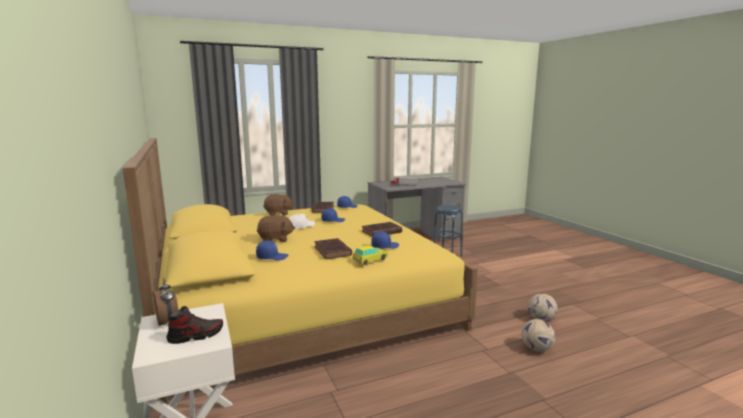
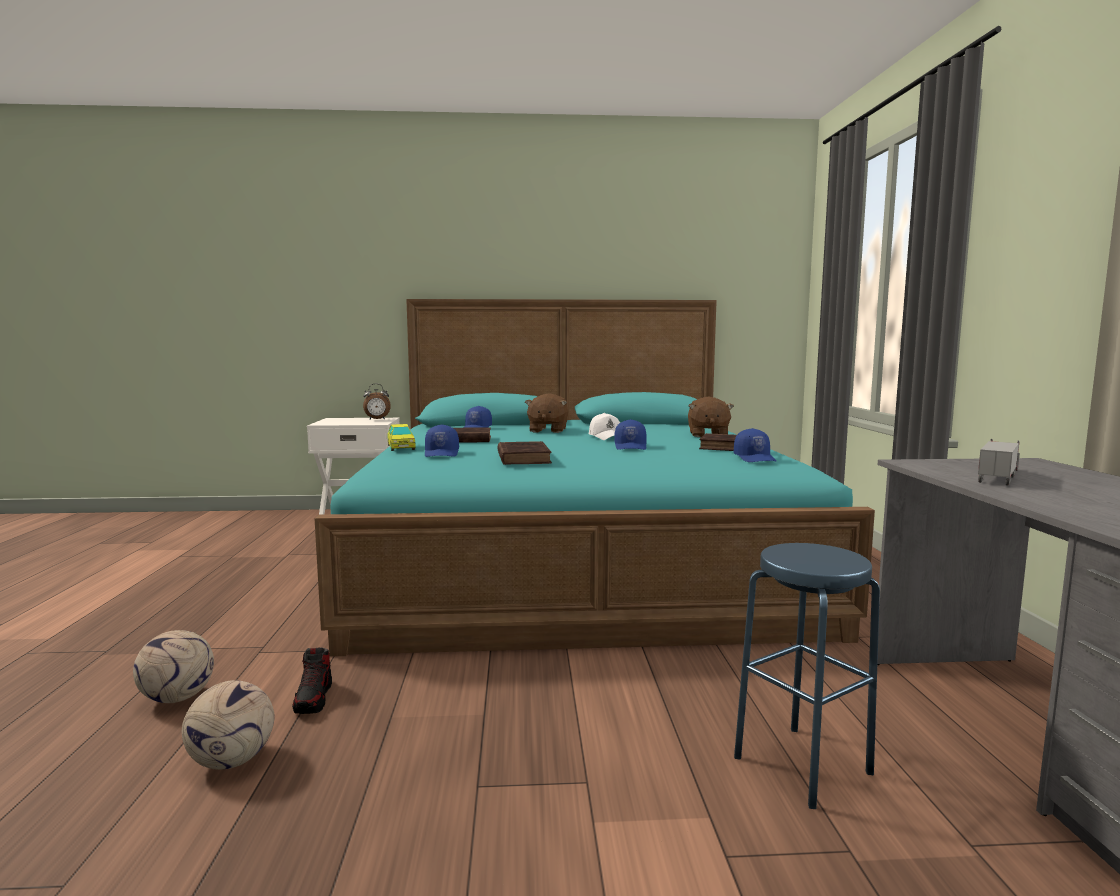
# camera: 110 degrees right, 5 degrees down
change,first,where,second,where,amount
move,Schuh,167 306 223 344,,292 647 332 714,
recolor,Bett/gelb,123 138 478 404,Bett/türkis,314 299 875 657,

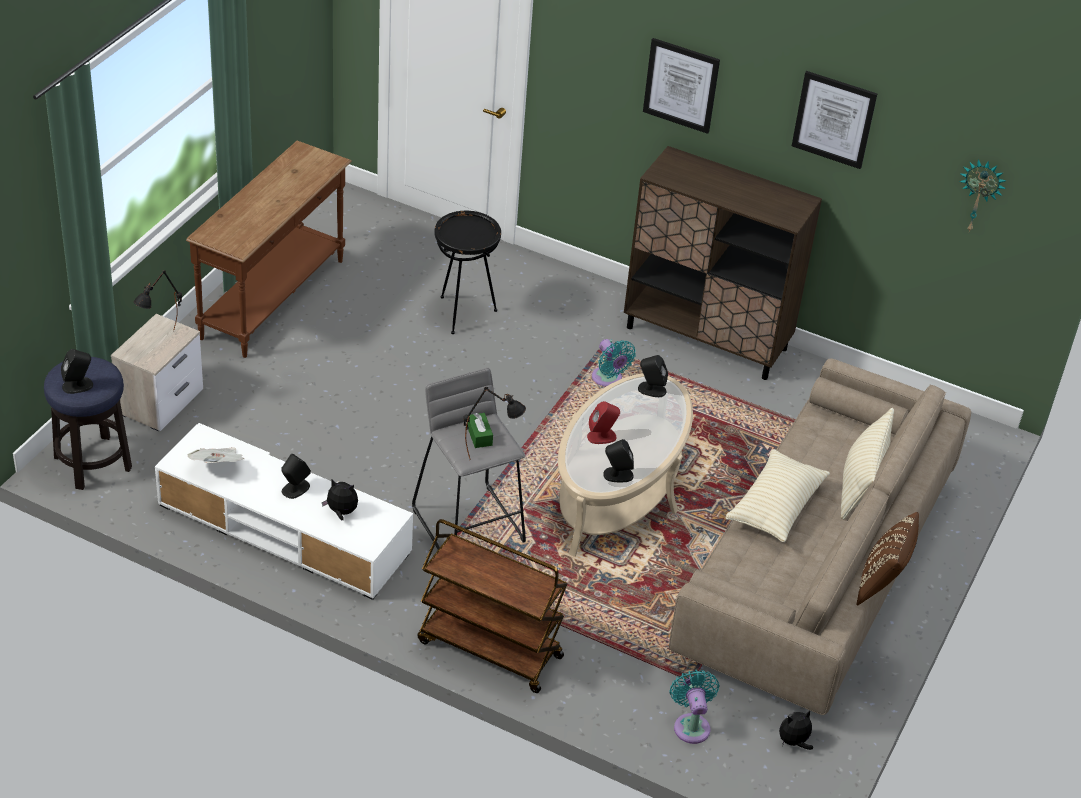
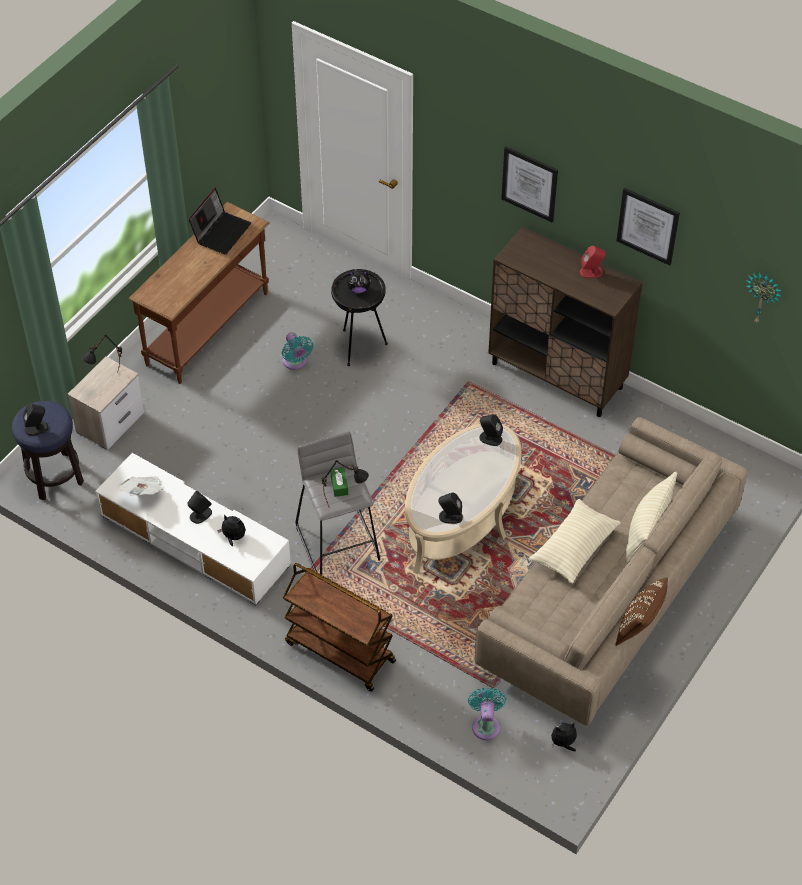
# camera: 10 degrees right, 10 degrees up
change,first,where,second,where,amount
insert,,,Laptop,189 188 251 255,
move,Ventilator/türkis,592 339 636 387,,282 332 313 370,
insert,,,Plüschtier,347 270 372 293,
move,Lautsprecher/rot,587 401 620 444,,580 246 606 278,

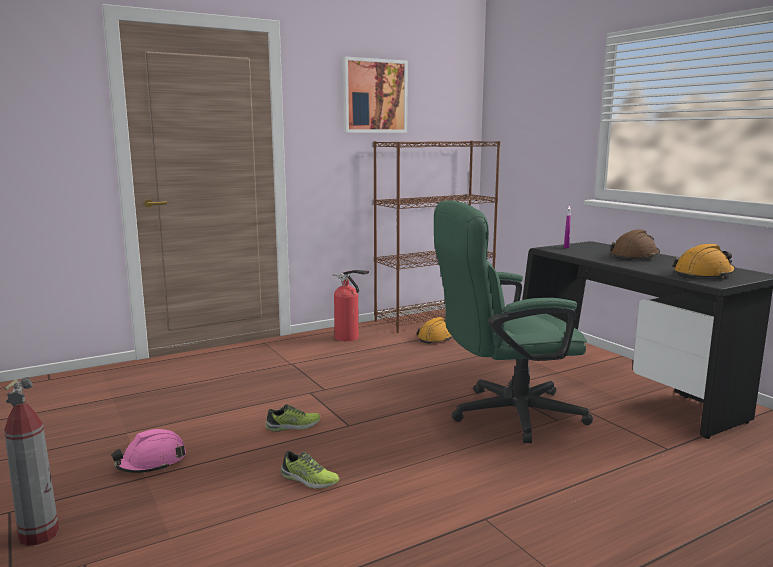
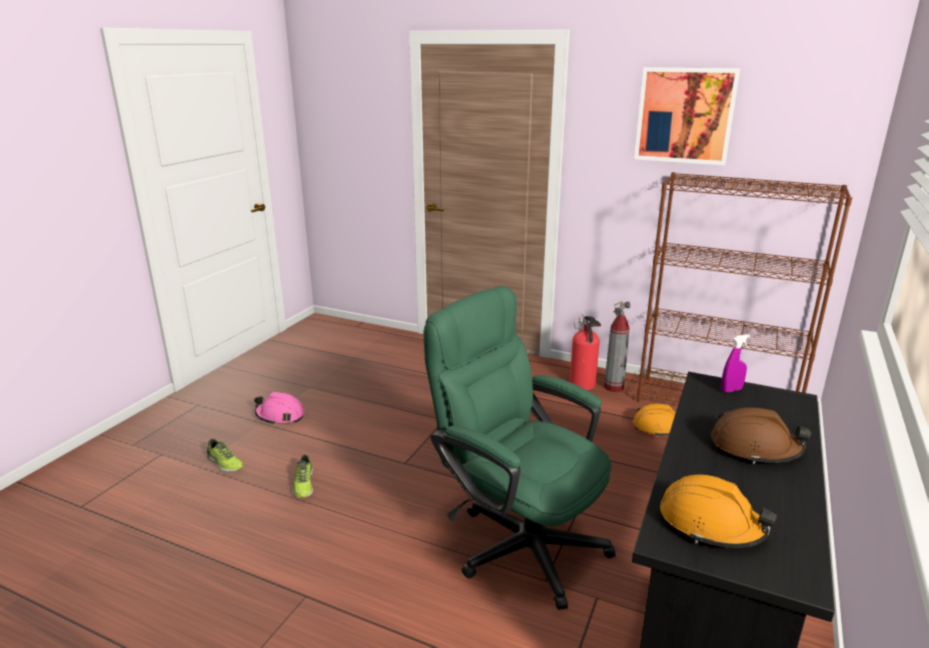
# camera: 55 degrees right, 10 degrees up
change,first,where,second,where,amount
move,Schuh,265 404 320 432,,207 439 244 472,
move,Feuerlöscher,4 377 59 546,,604 301 630 392,

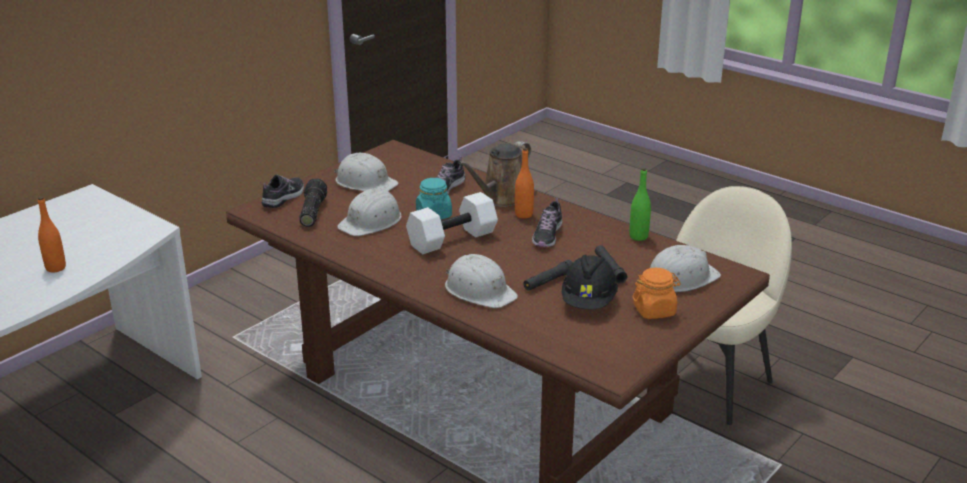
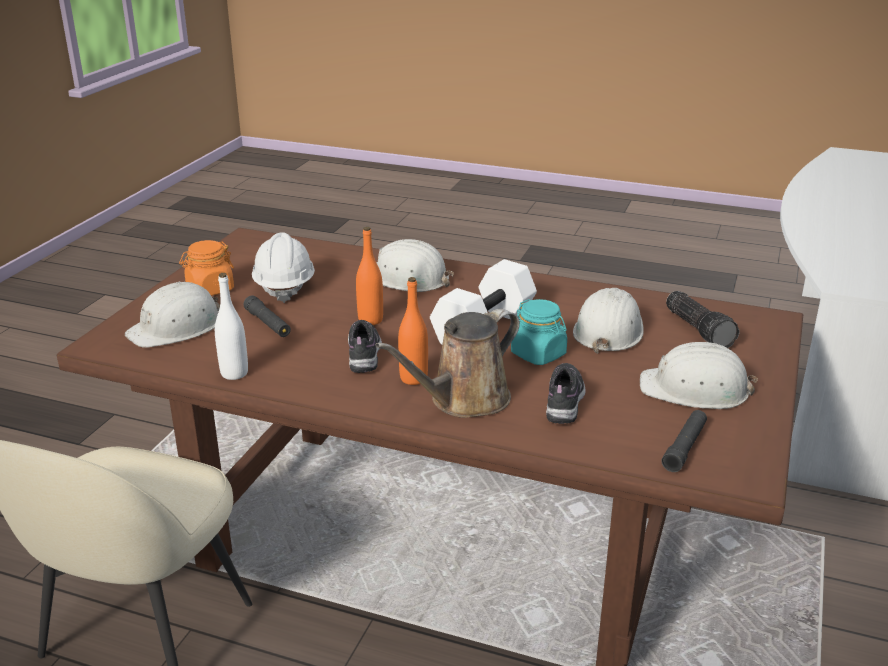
# camera: 160 degrees right, 0 degrees up
change,first,where,second,where,amount
recolor,Flasche/grün,629 168 651 241,Flasche/weiß,215 273 248 380,
recolor,Schutzhelm/schwarz,562 254 618 309,Schutzhelm/weiß,252 232 315 303,
move,Flasche/orange,38 197 66 273,,356 227 383 325,
rotate,Gießkanne/braun,458 141 531 207,,376 309 520 418,150 degrees counterclockwise
move,Taschenlampe/schwarz,523 260 573 291,,662 410 707 472,
delete,Schuh,262 174 304 208,,,

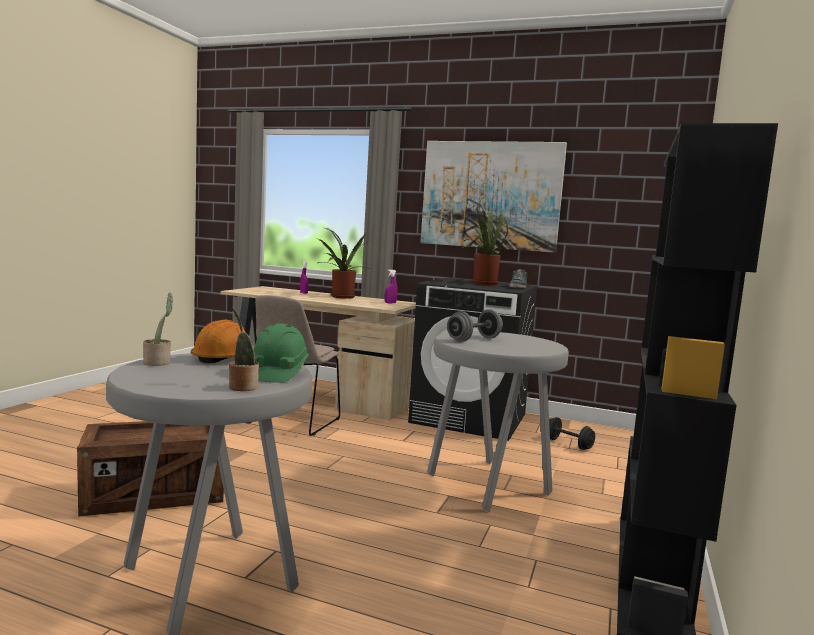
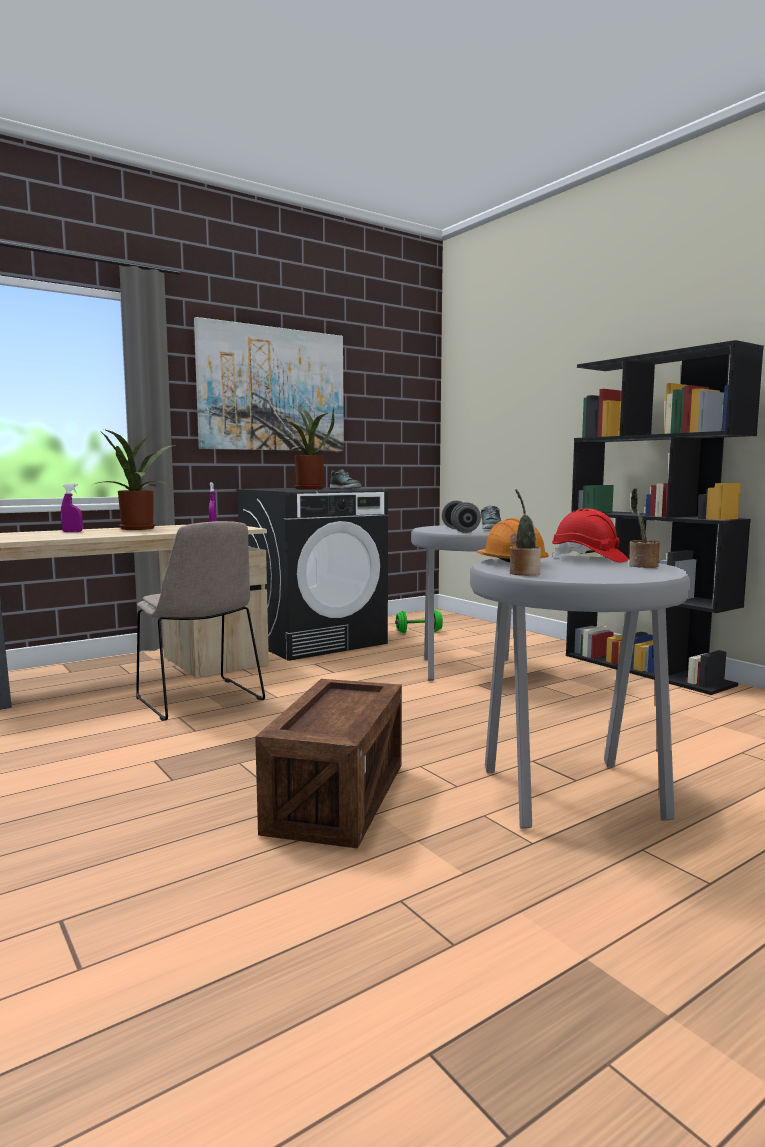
# camera: 55 degrees left, 0 degrees up
change,first,where,second,where,amount
recolor,Hantel/schwarz,549 417 595 450,Hantel/grün,395 610 443 633,
insert,,,Schuh,481 506 501 529,
recolor,Schutzhelm/grün,254 324 309 383,Schutzhelm/rot,552 508 628 562,

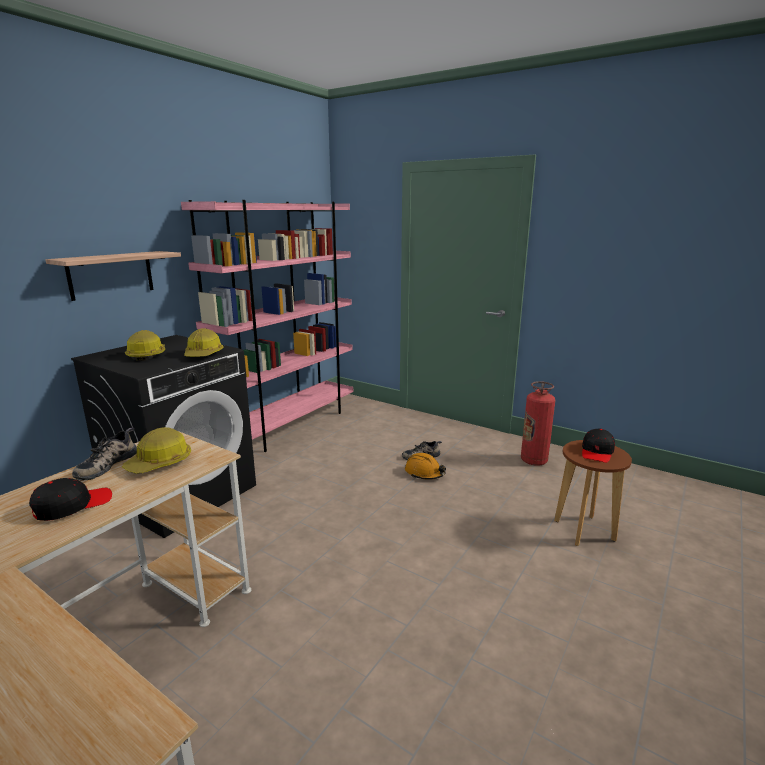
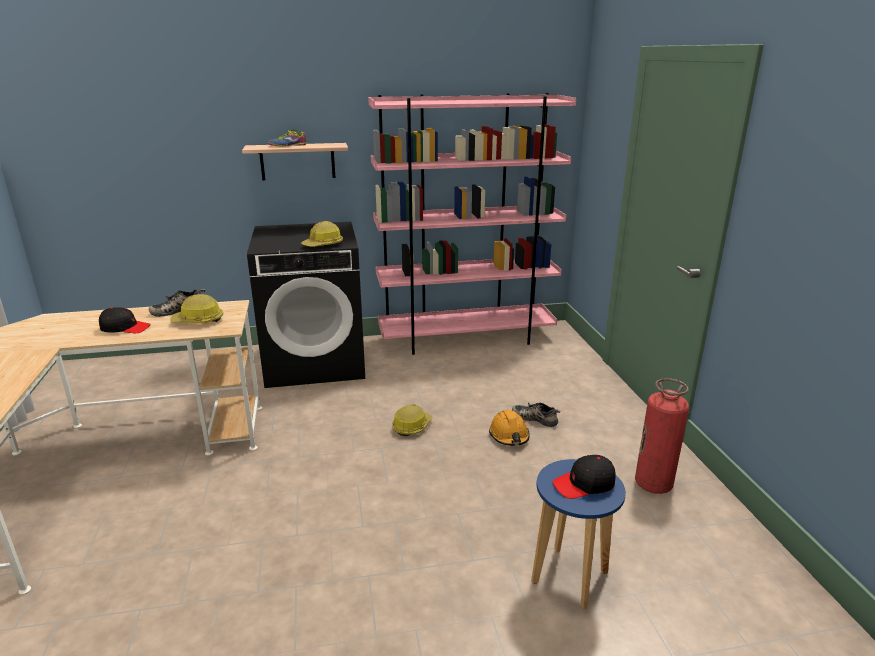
# camera: 45 degrees right, 5 degrees up
change,first,where,second,where,amount
insert,,,Schuh,268 129 306 147,
move,Schutzhelm,125 330 165 361,,392 404 433 436,
recolor,Hocker/braun,554 440 632 546,Hocker/blau,531 459 626 609,

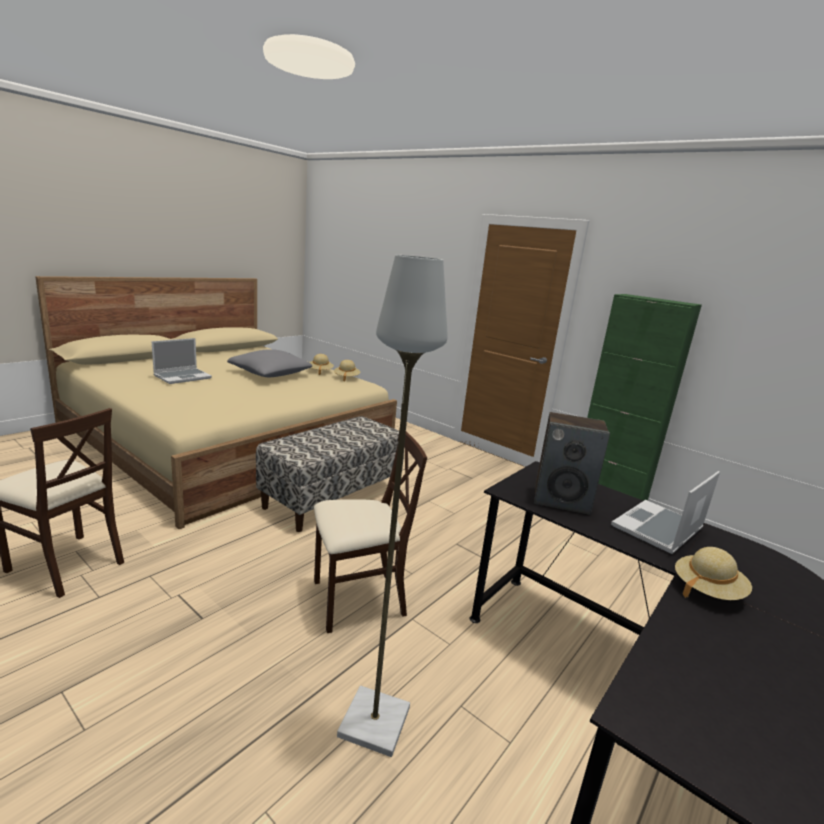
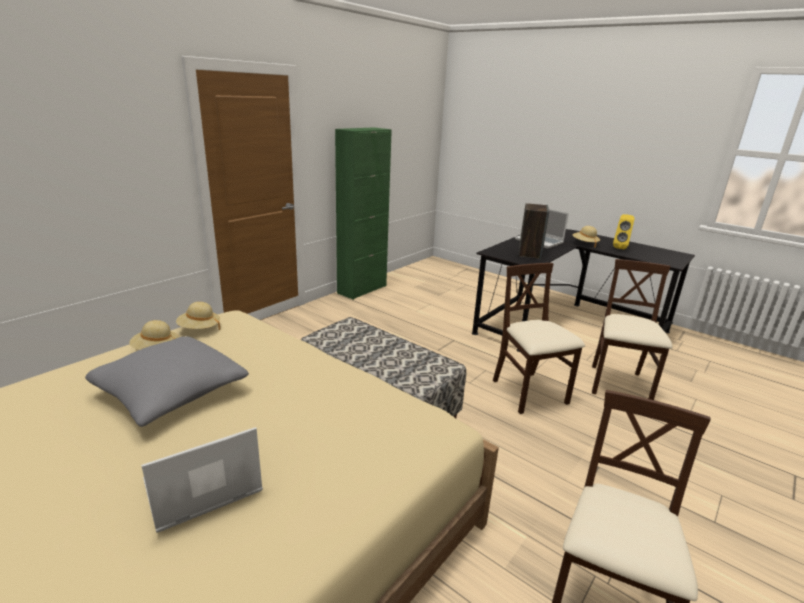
# camera: 90 degrees left, 5 degrees up
change,first,where,second,where,amount
rotate,Laptop,151 338 212 384,,141 427 263 533,75 degrees counterclockwise
replace,Stehlampe/grau,337 255 447 757,Stuhl/beige,592 259 672 400,
insert,,,Lautsprecher/gelb,613 214 634 249,

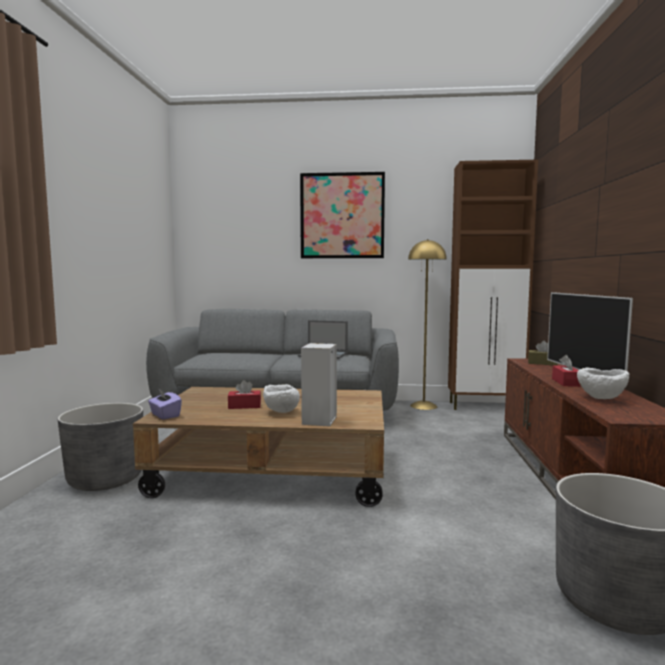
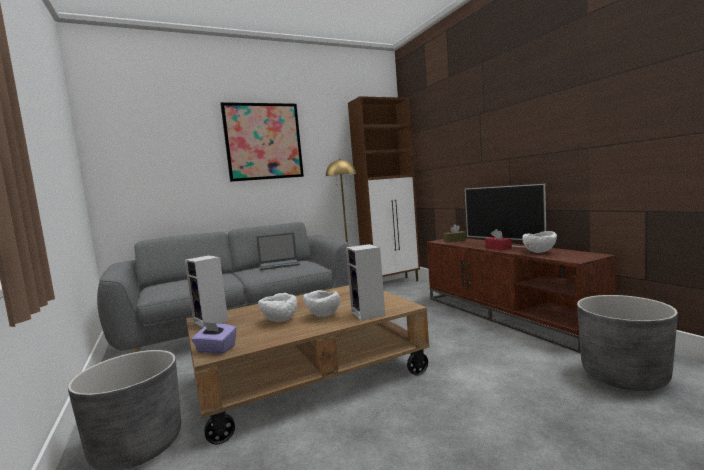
# camera: 30 degrees left, 0 degrees up
change,first,where,second,where,amount
insert,,,Lautsprecher,185 255 228 328,
replace,Taschentuchbox/rot,228 380 261 409,Schüssel/weiß,258 293 297 322,

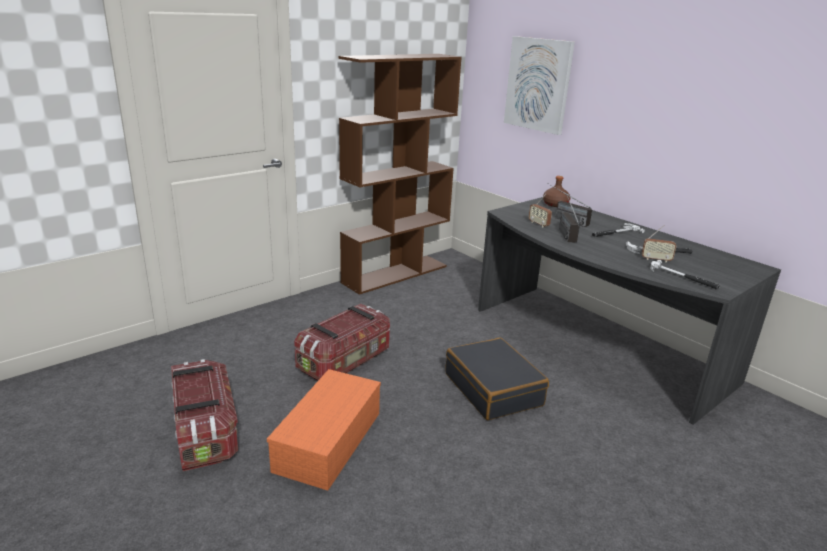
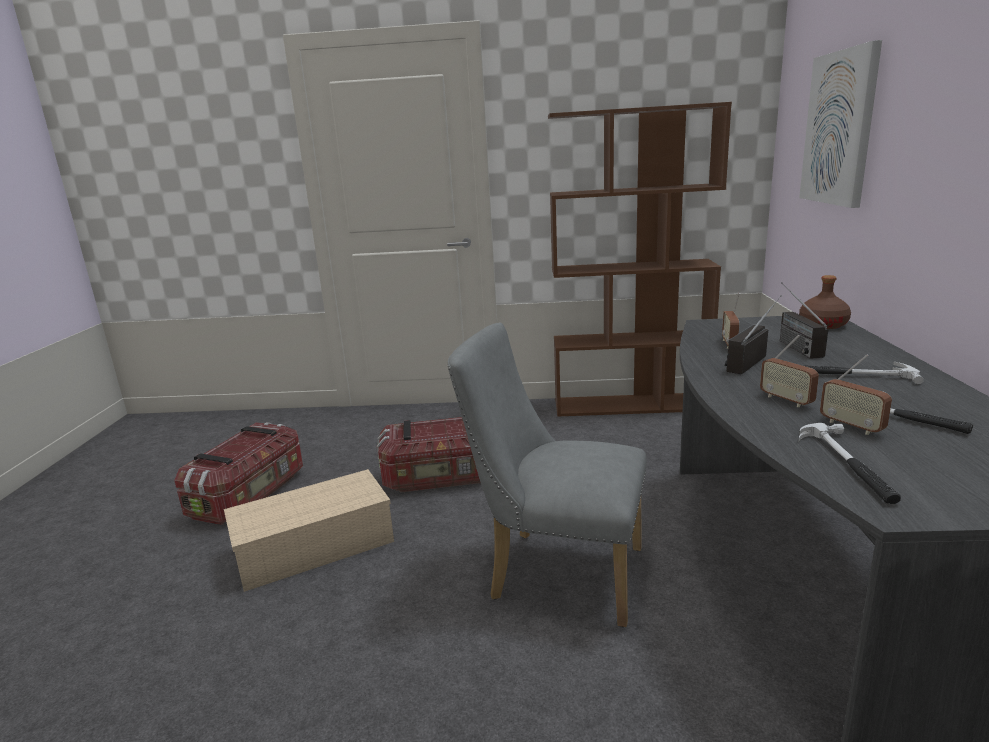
# camera: 45 degrees right, 5 degrees down
change,first,where,second,where,amount
recolor,Aufbewahrungsbox/orange,267 369 381 491,Aufbewahrungsbox/beige,224 469 394 592,
replace,Koffer/schwarz,445 338 549 420,Stuhl/grau,447 323 647 627,
insert,,,Radio,760 335 819 407,

